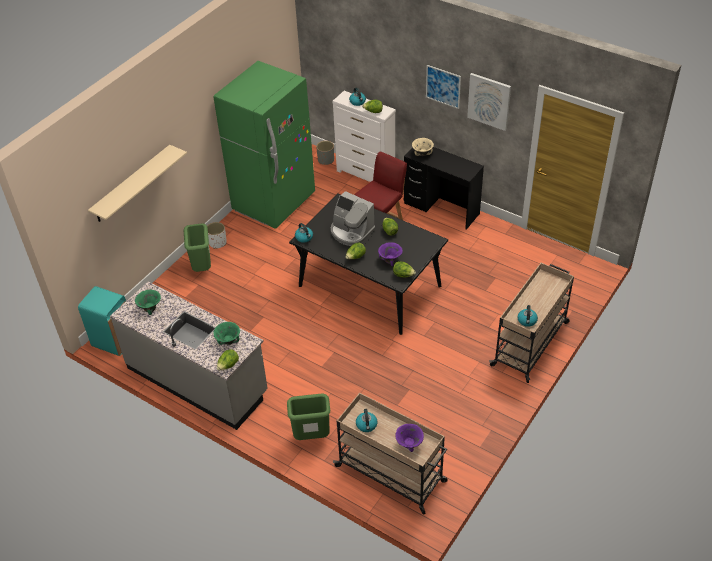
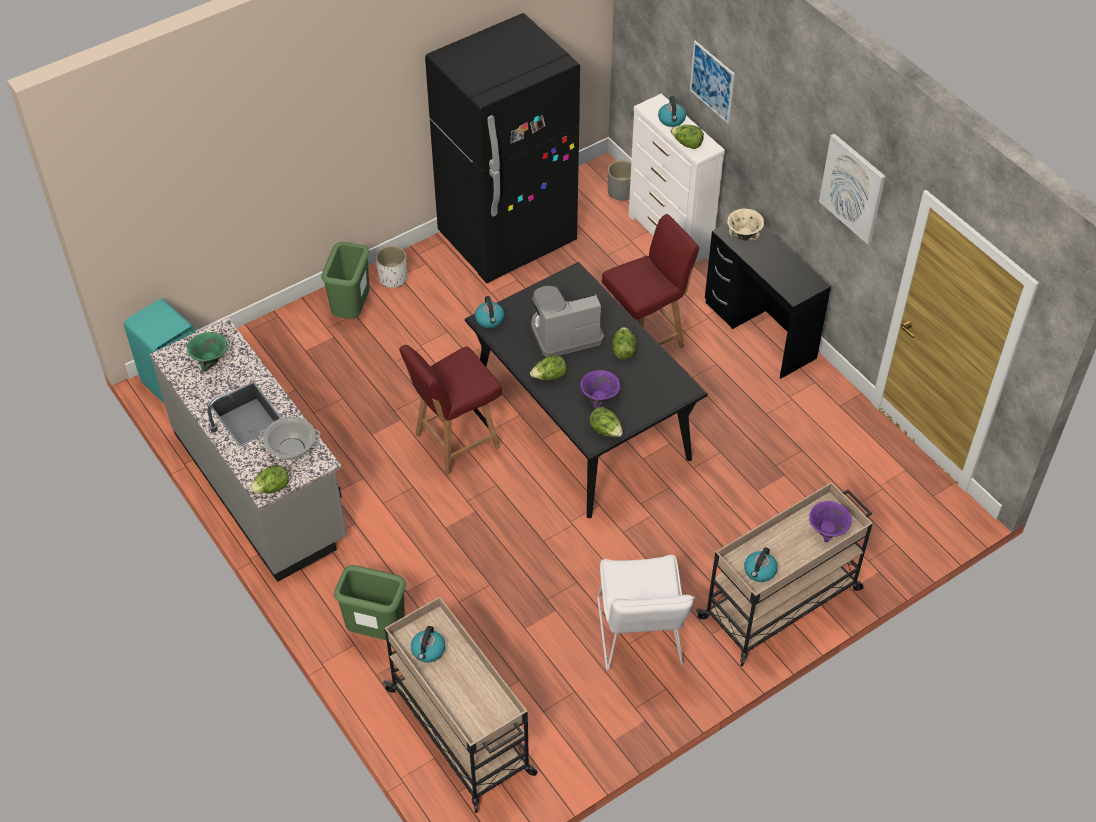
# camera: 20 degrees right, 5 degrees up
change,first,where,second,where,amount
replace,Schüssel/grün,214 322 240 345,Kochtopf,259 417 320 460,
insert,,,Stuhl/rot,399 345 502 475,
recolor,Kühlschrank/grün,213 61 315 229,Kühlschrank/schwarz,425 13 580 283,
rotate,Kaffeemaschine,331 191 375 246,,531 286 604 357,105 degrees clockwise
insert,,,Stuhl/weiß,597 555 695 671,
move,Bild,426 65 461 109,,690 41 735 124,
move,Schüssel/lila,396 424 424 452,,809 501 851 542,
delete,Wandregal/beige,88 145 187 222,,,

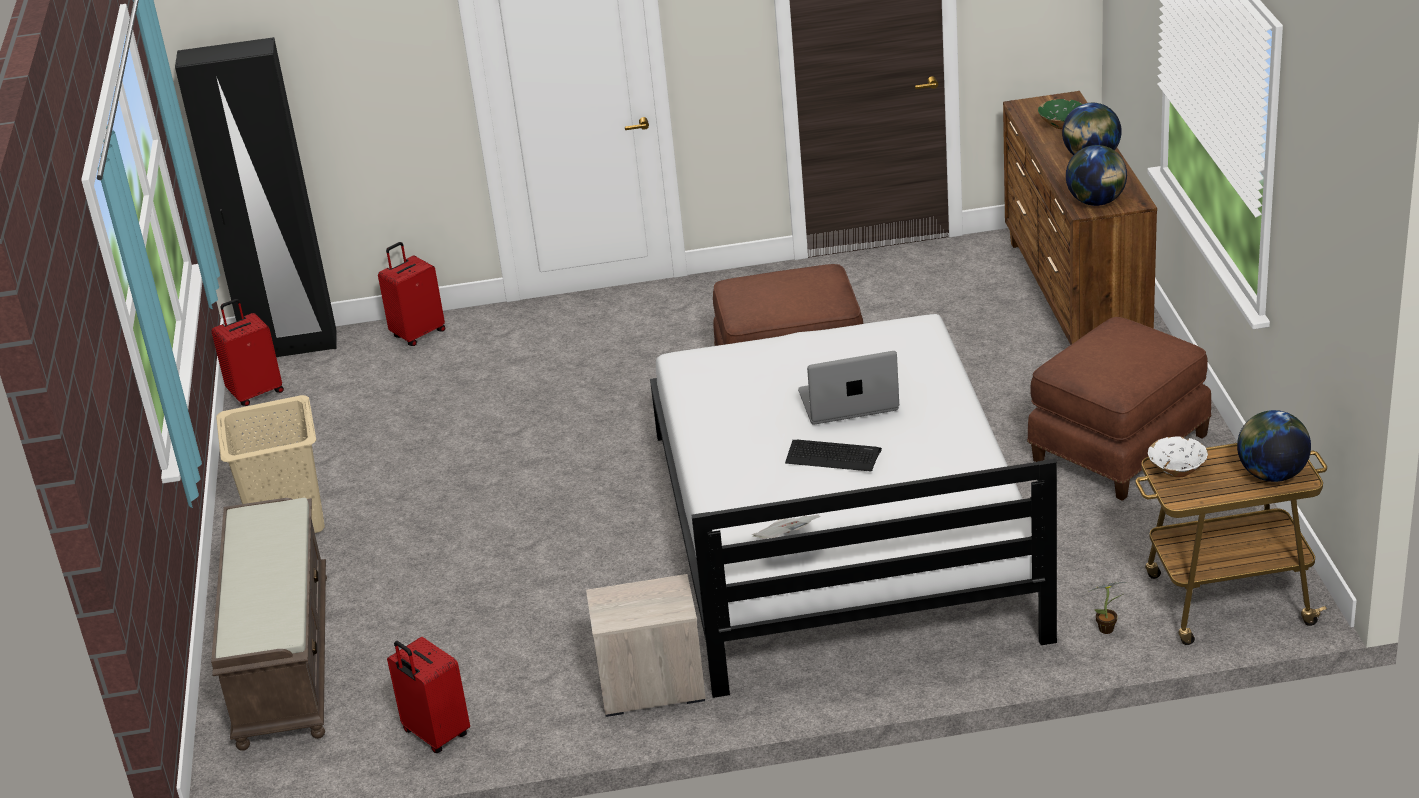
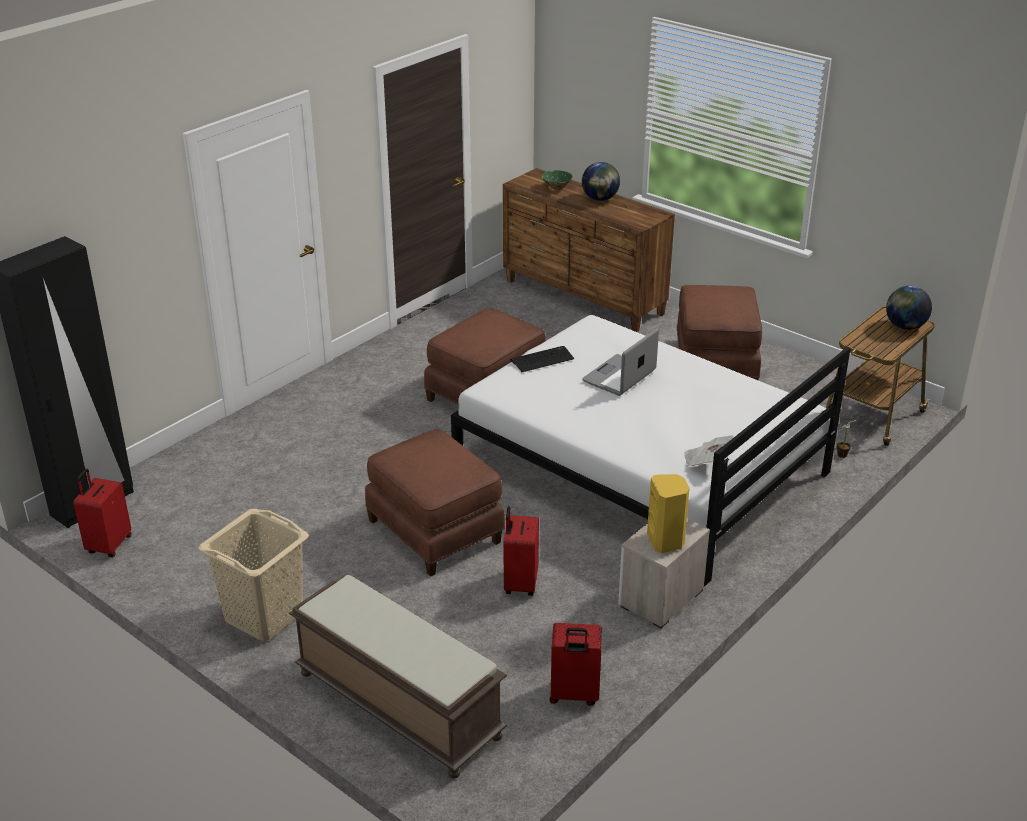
# camera: 45 degrees left, 0 degrees up
change,first,where,second,where,amount
insert,,,Polsterhocker/braun,365 429 505 577,
move,Koffer/rot,378 242 446 346,,504 506 539 596,
move,Tastatur,785 440 882 472,,510 346 574 372,
insert,,,Lautsprecher/gelb,647 474 689 553,
delete,Globus,1066 145 1127 206,,,
delete,Schüssel/weiß,1148 436 1208 477,,,

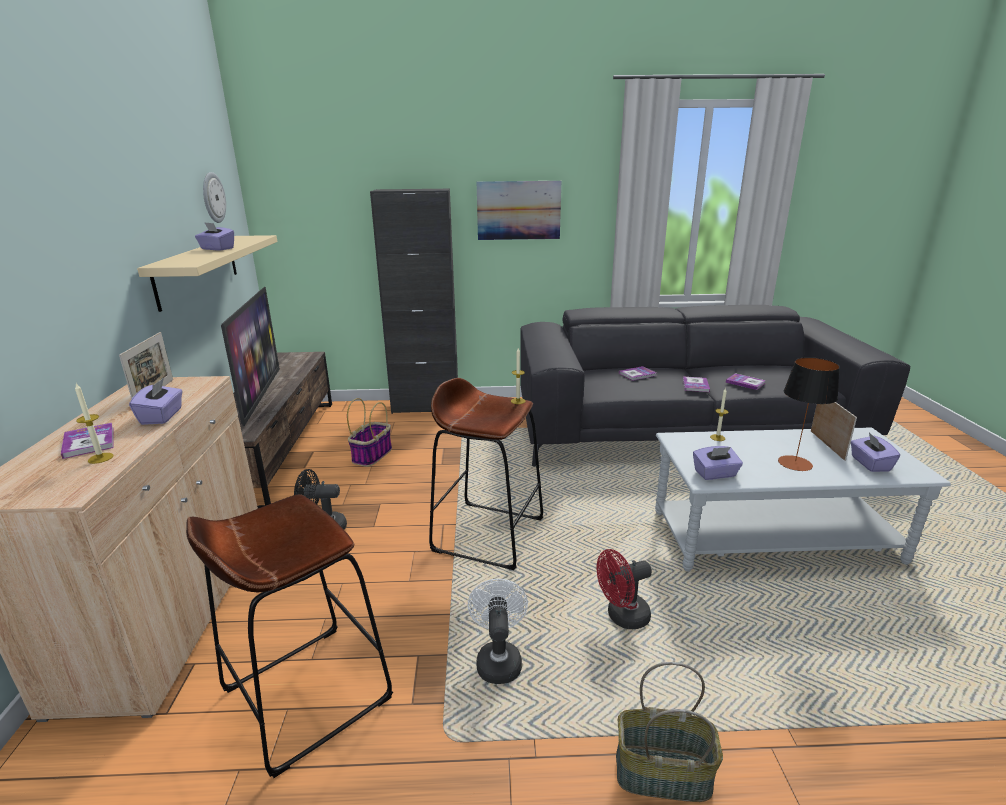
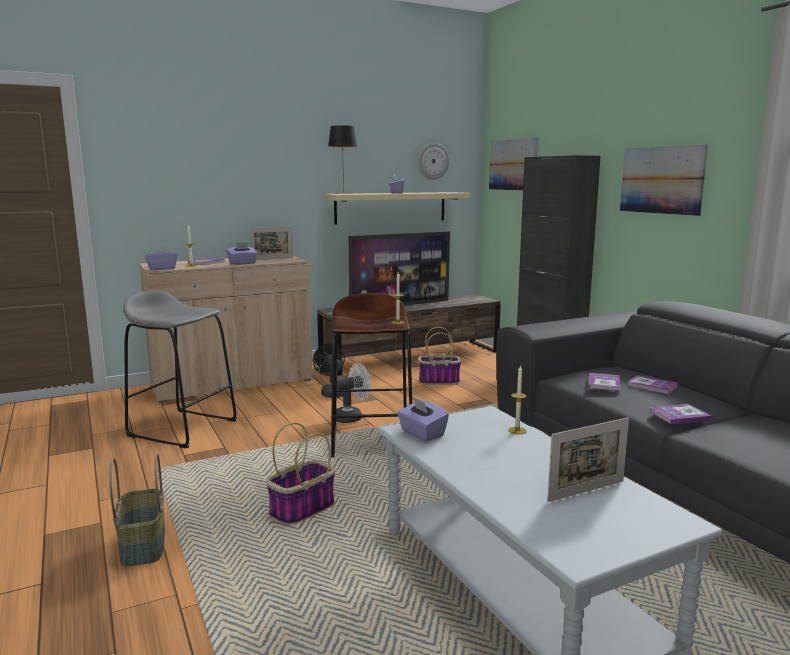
# camera: 65 degrees right, 10 degrees down
change,first,where,second,where,amount
recolor,Hocker/braun,186 494 393 778,Hocker/grau,123 290 237 448,
move,Taschentuchbox/lila,851 433 900 472,,145 246 177 270,
replace,Ventilator/rot,597 549 652 629,Korb,266 422 335 525,
move,Tischlampe,778 357 840 471,,328 125 357 194,
move,Ventilator/weiß,468 579 528 684,,336 363 371 423,
insert,,,Bild,489 138 538 190,
move,Buch,726 373 766 390,,588 373 621 391,

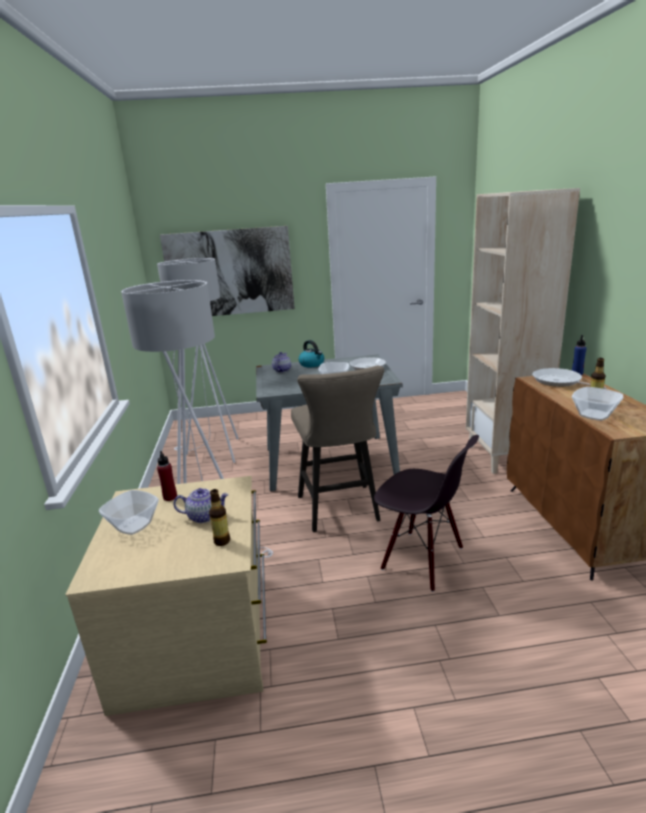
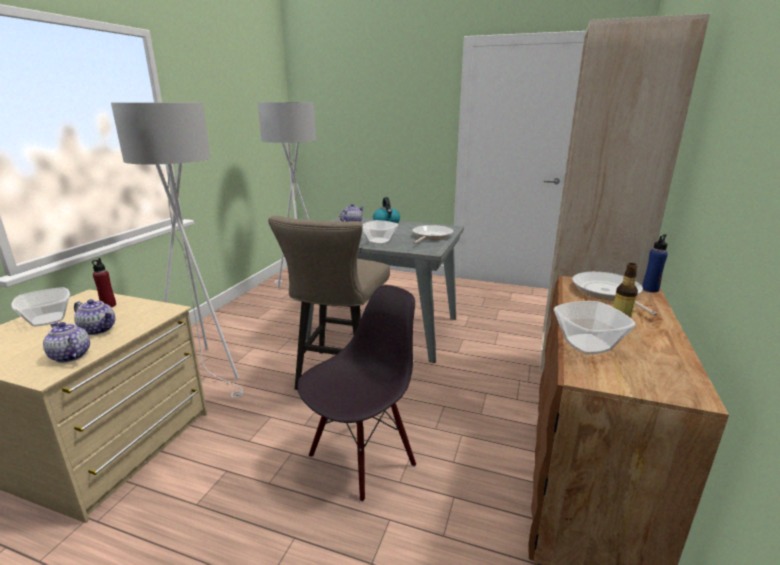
# camera: 25 degrees right, 0 degrees up
change,first,where,second,where,amount
replace,Flasche,209 489 230 546,Teekanne,43 322 90 363,
rotate,Stuhl/schwarz,374 435 479 592,,297 285 416 502,105 degrees counterclockwise
delete,Bild,160 226 295 316,,,

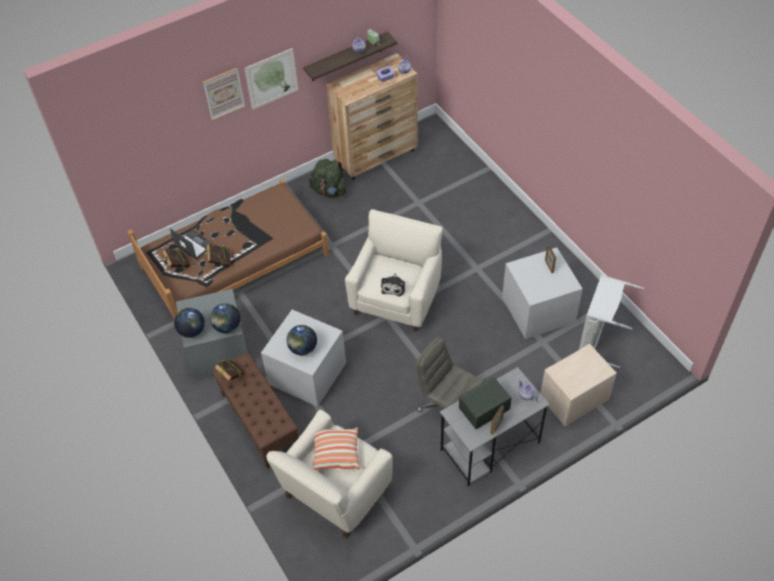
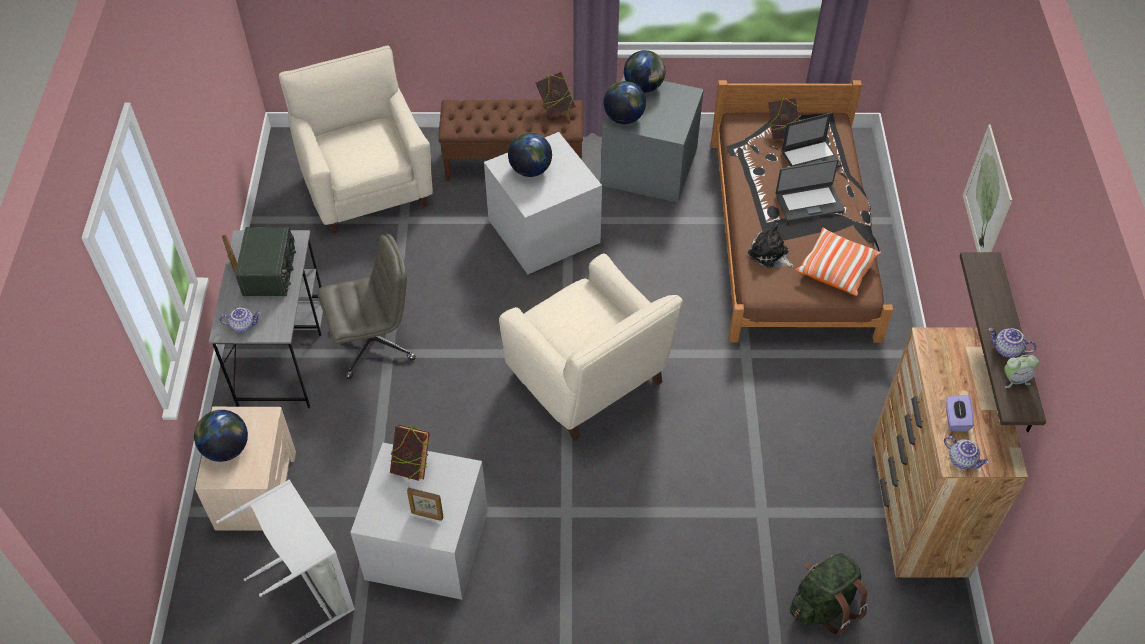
# camera: 120 degrees right, 0 degrees up
change,first,where,second,where,amount
insert,,,Globus,194 410 248 462,
move,Buch,206 243 231 267,,390 425 430 481,
move,Plüschtier,381 273 405 296,,748 223 794 268,
insert,,,Laptop,776 159 845 221,
move,Rucksack/grün,309 159 347 197,,790 553 868 635,
move,Kissen,313 427 360 470,,795 228 881 296,
delete,Bild,203 68 245 121,,,

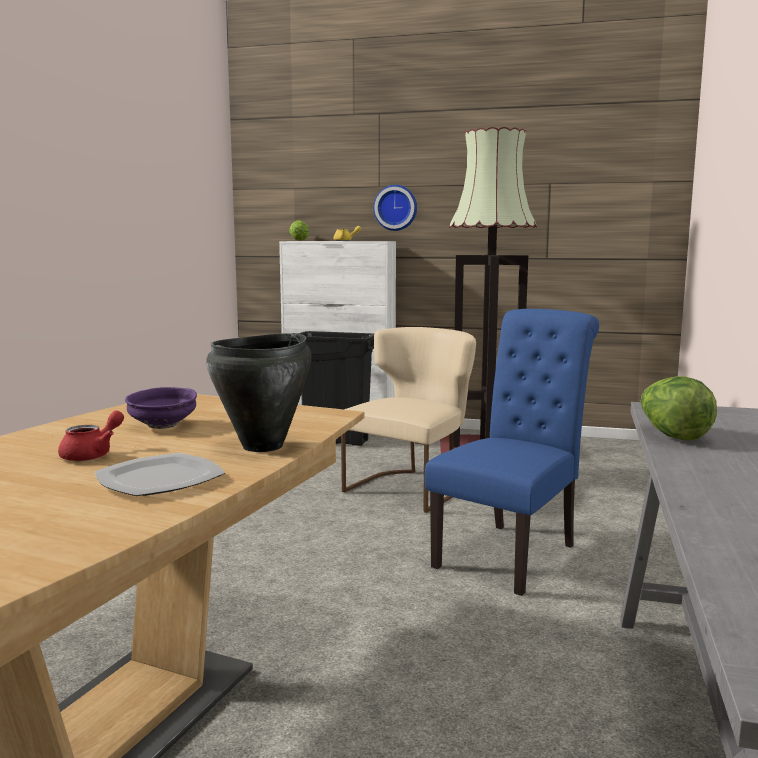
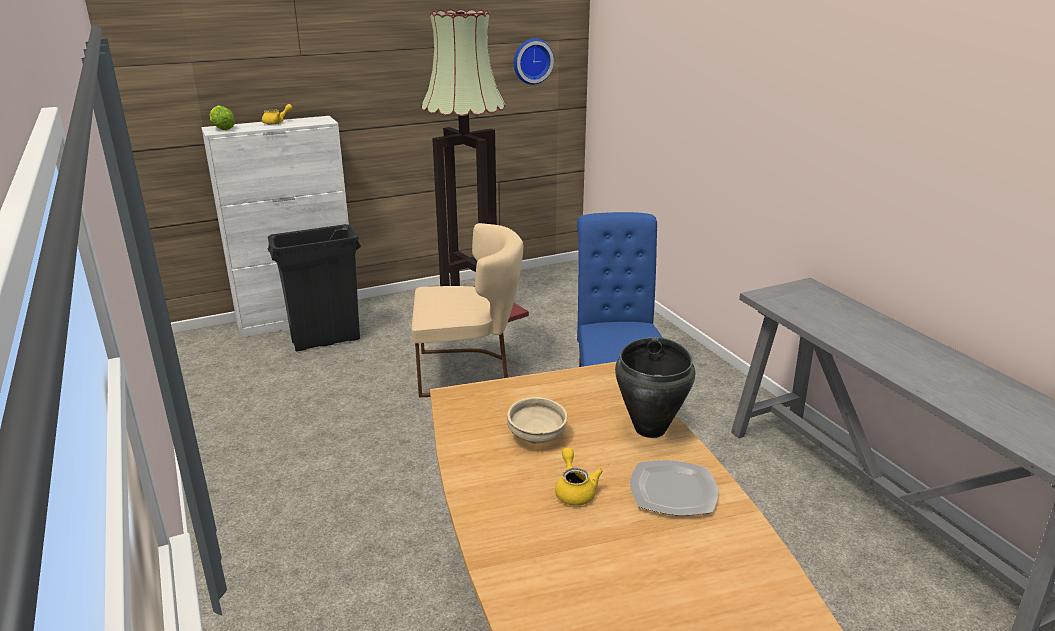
# camera: 40 degrees left, 15 degrees up
change,first,where,second,where,amount
rotate,Stuhl/beige,341 327 476 513,,412 223 523 397,90 degrees clockwise
recolor,Schüssel/lila,125 387 197 429,Schüssel/beige,507 397 567 443,
move,Wanduhr,373 185 417 231,,514 38 554 85,
recolor,Teekanne/rot,58 411 124 461,Teekanne/gelb,555 448 603 506,
delete,Salatkopf,641 376 717 441,,,

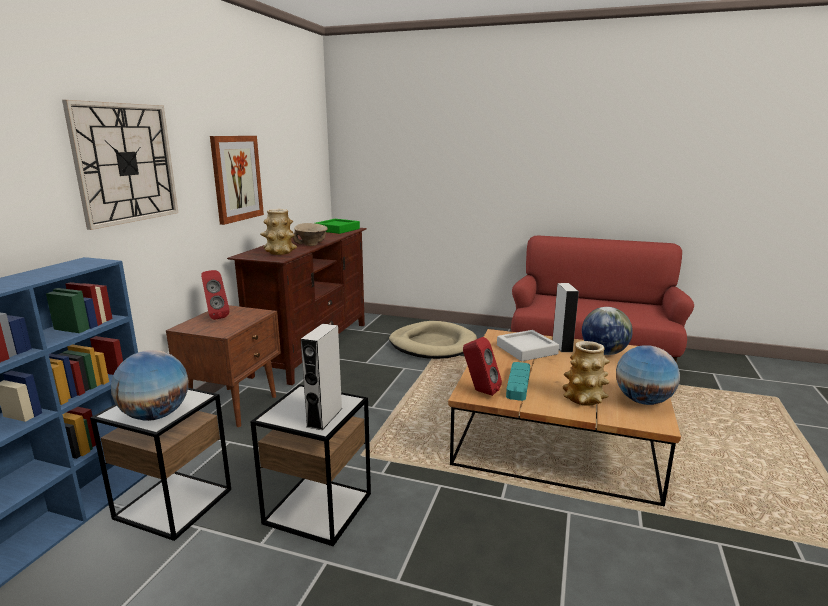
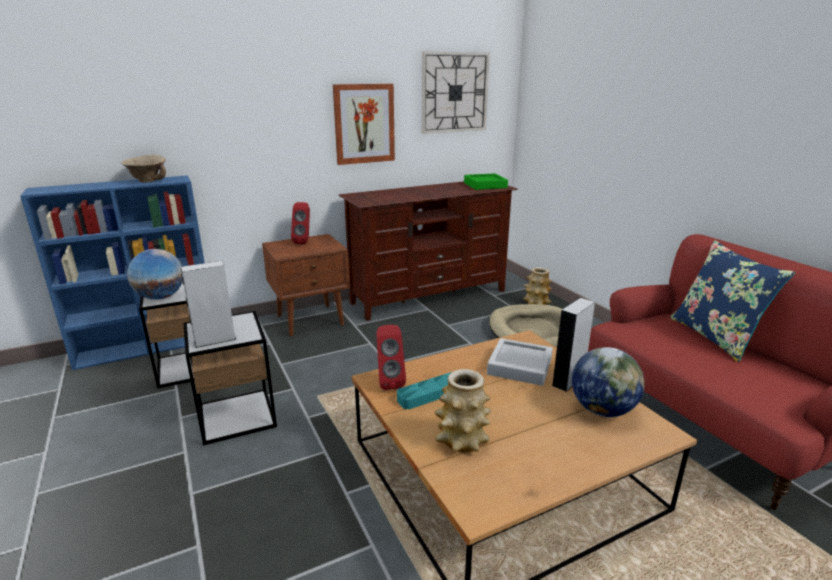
# camera: 45 degrees right, 5 degrees up
change,first,where,second,where,amount
move,Schüssel/beige,293 223 328 246,,121 155 166 183,
move,Wanduhr,62 100 178 230,,422 52 490 134,
move,Vase,260 209 297 255,,523 267 552 305,
insert,,,Kissen/blau,670 240 795 362,
delete,Globus,616 345 680 405,,,

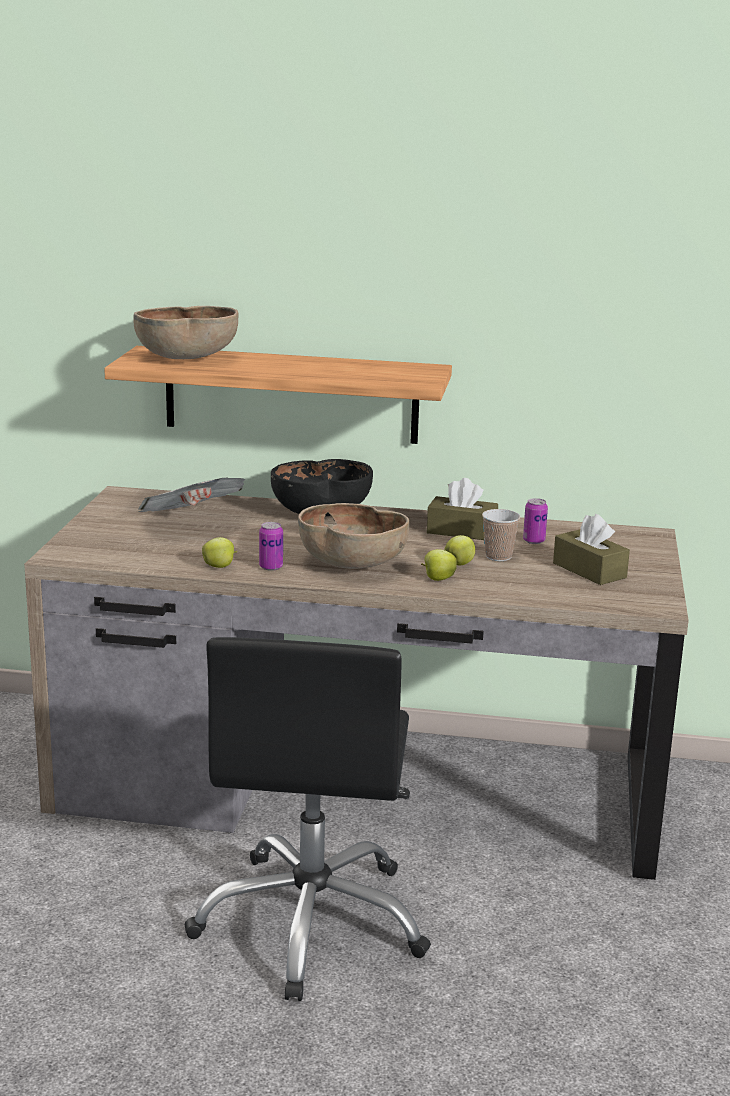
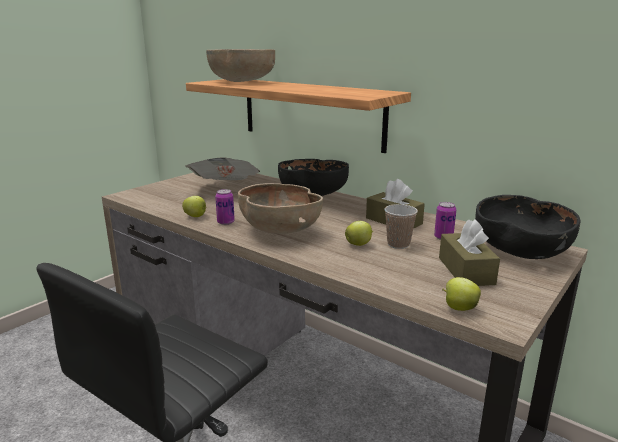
# camera: 30 degrees right, 0 degrees up
change,first,where,second,where,amount
move,Apfel,421 549 457 581,,442 277 481 311,
insert,,,Schüssel/schwarz,475 195 580 259,

